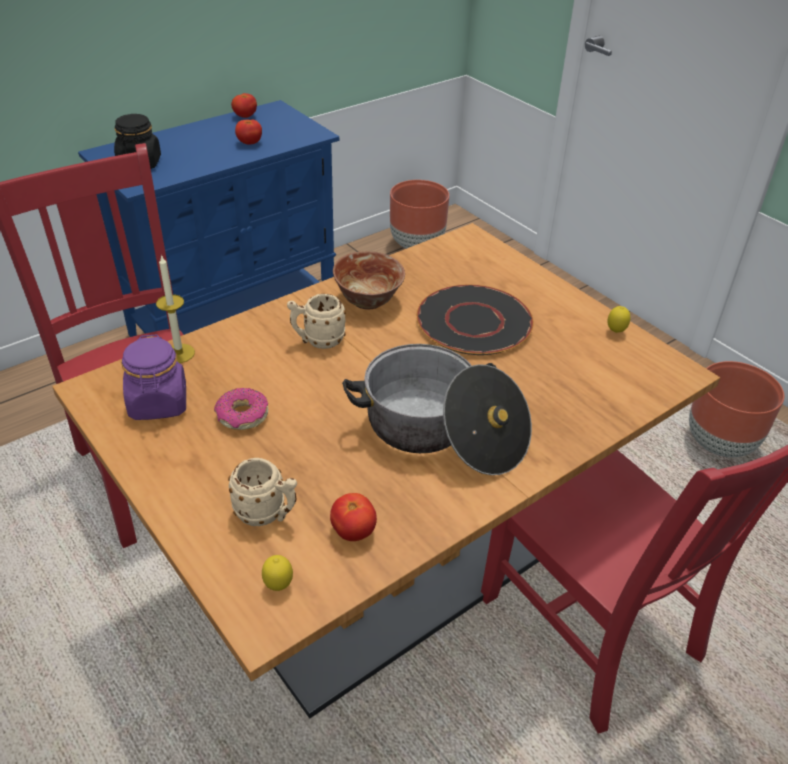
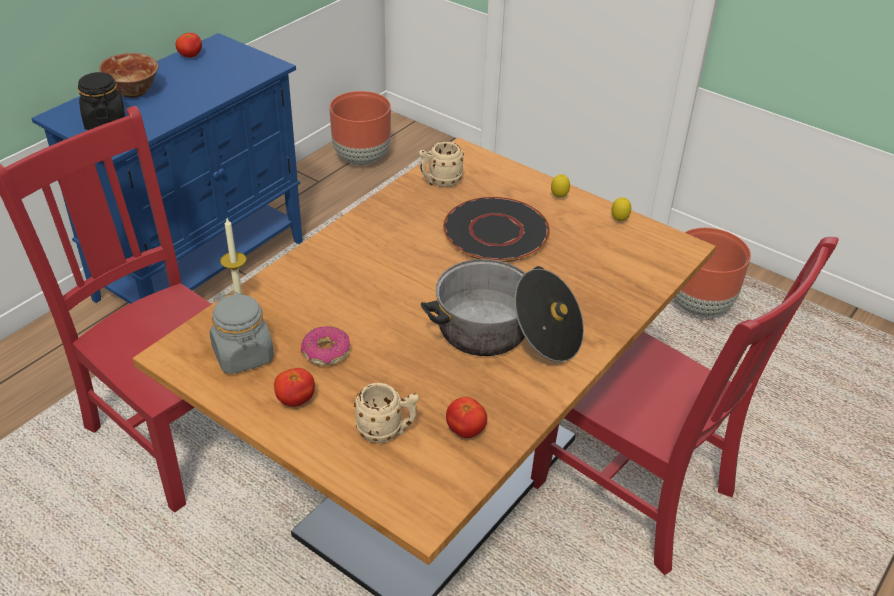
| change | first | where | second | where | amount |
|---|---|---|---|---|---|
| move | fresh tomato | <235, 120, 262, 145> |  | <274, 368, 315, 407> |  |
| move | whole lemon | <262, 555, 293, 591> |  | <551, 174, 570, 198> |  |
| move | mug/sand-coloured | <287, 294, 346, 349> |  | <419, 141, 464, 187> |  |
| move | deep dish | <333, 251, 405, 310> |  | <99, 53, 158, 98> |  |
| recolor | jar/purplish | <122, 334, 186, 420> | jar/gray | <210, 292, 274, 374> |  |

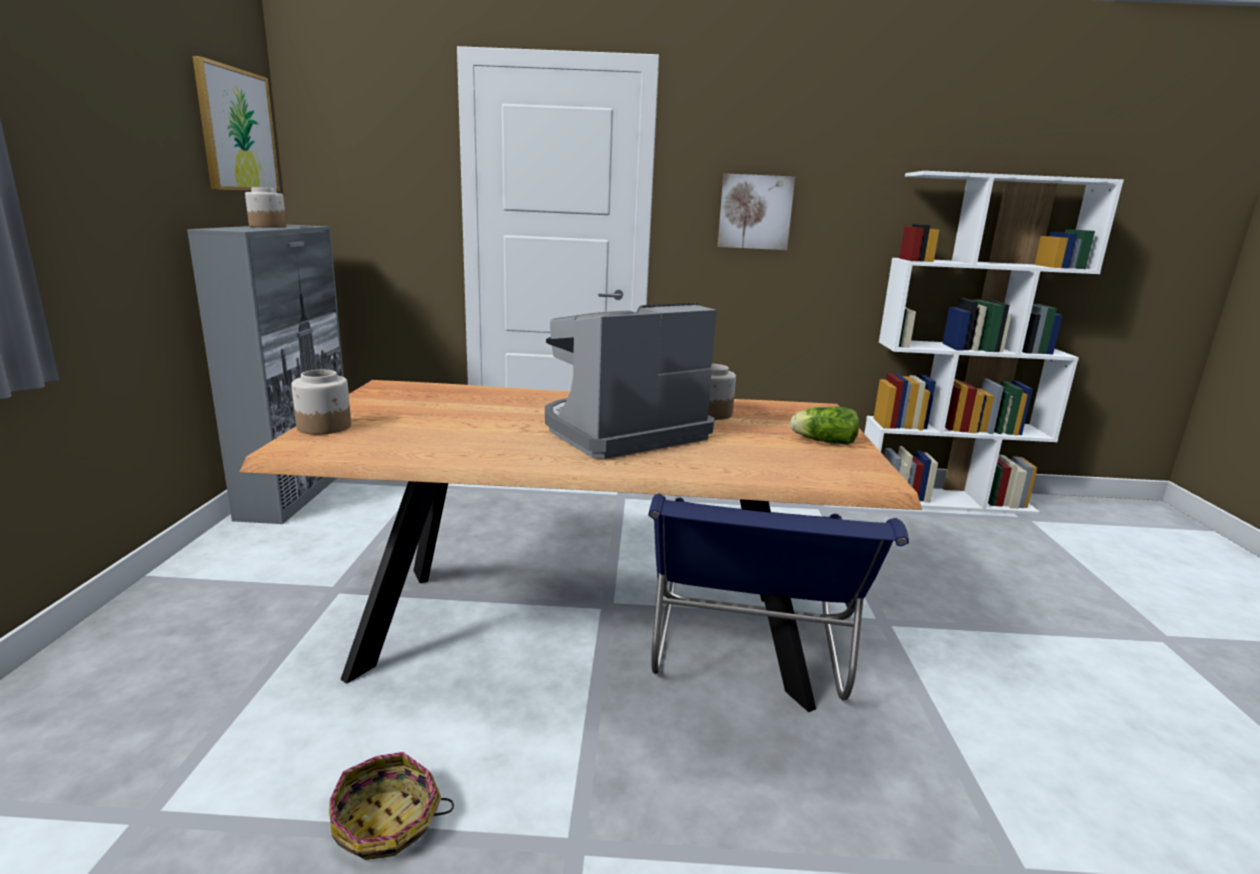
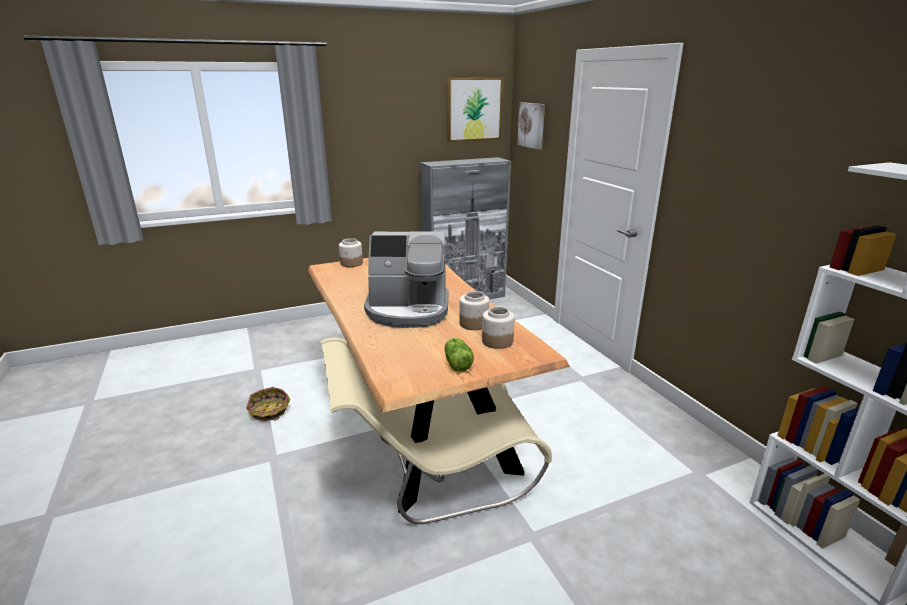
| change | first | where | second | where | amount |
|---|---|---|---|---|---|
| move | jar | <245, 187, 286, 228> |  | <482, 306, 515, 349> |  |
| move | wall art | <718, 173, 795, 250> |  | <517, 102, 545, 150> |  |
| recolor | plain chair/blue-coloured | <648, 493, 909, 700> | plain chair/sand-coloured | <320, 337, 552, 524> |  |
| rotate | coffee brewer | <545, 303, 717, 459> |  | <364, 232, 448, 328> | 150 degrees clockwise |

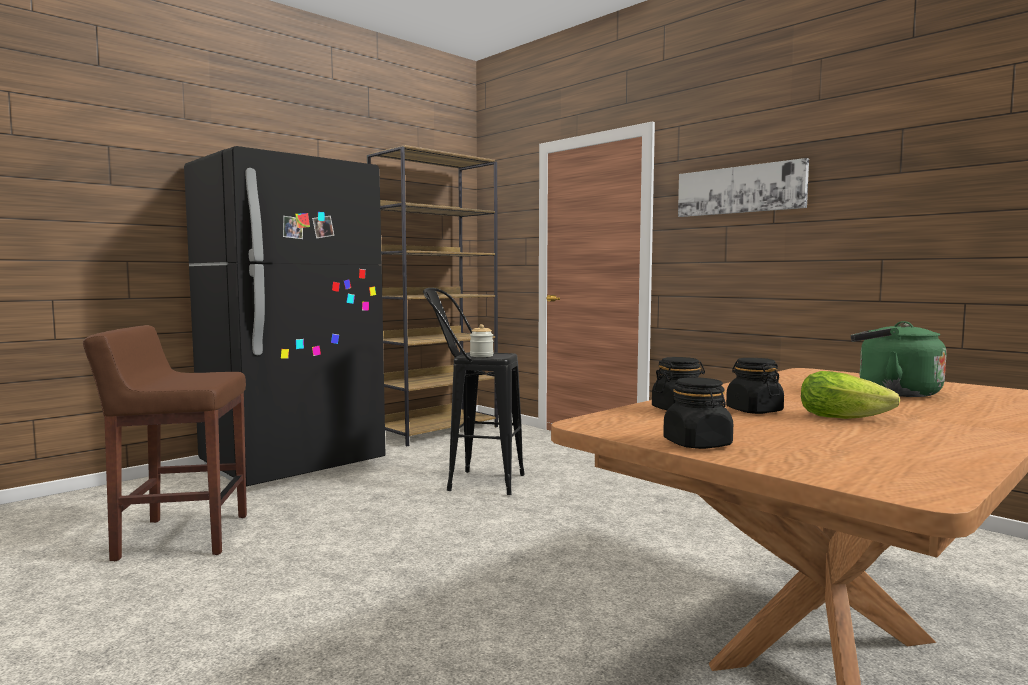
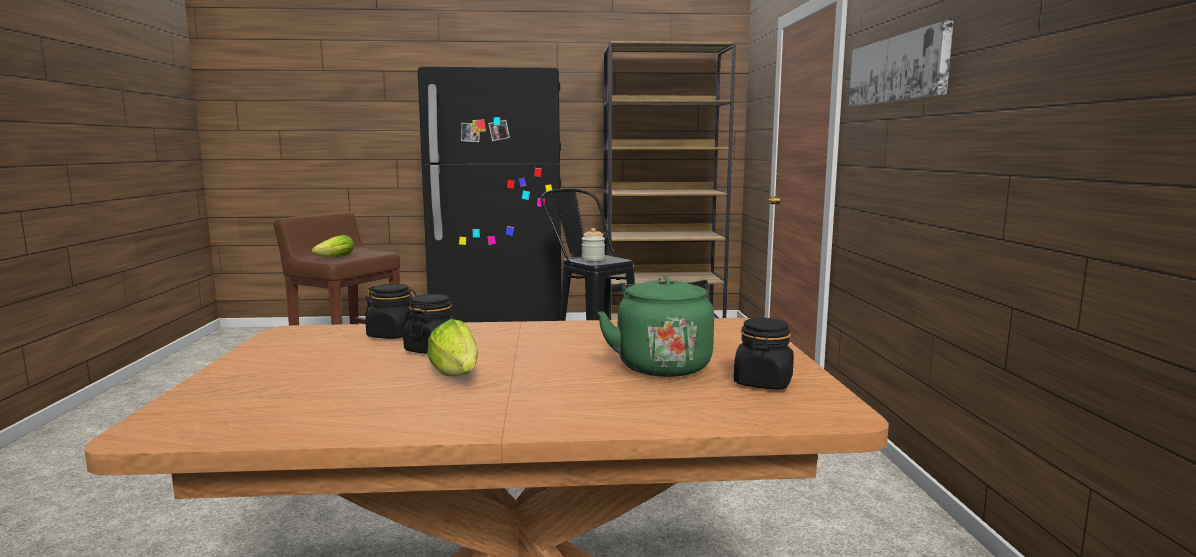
| change | first | where | second | where | amount |
|---|---|---|---|---|---|
| insert |  |  | lettuce | <312, 235, 354, 257> |  |
| move | jar/black-coloured | <663, 377, 733, 449> |  | <734, 318, 794, 389> |  |

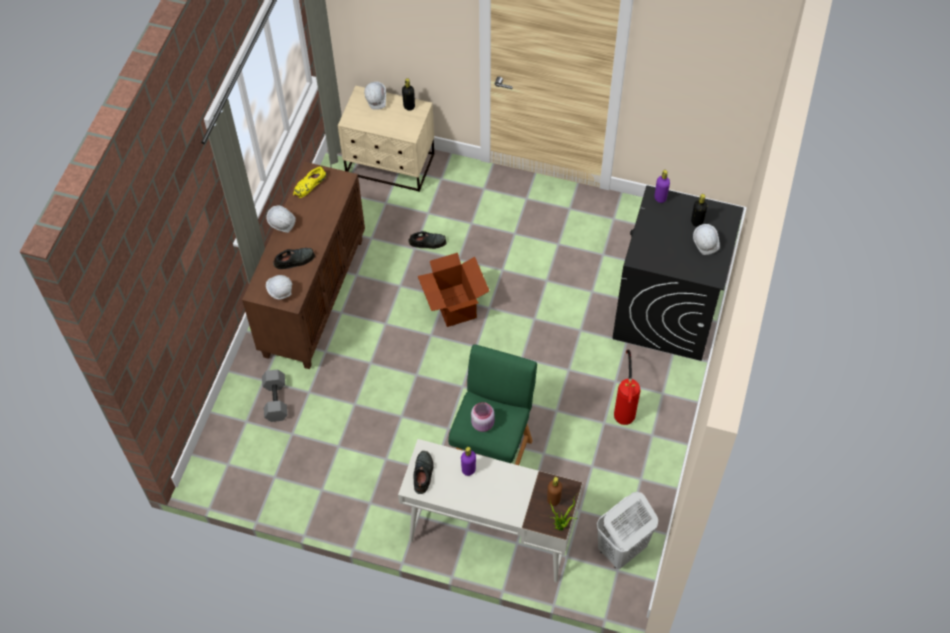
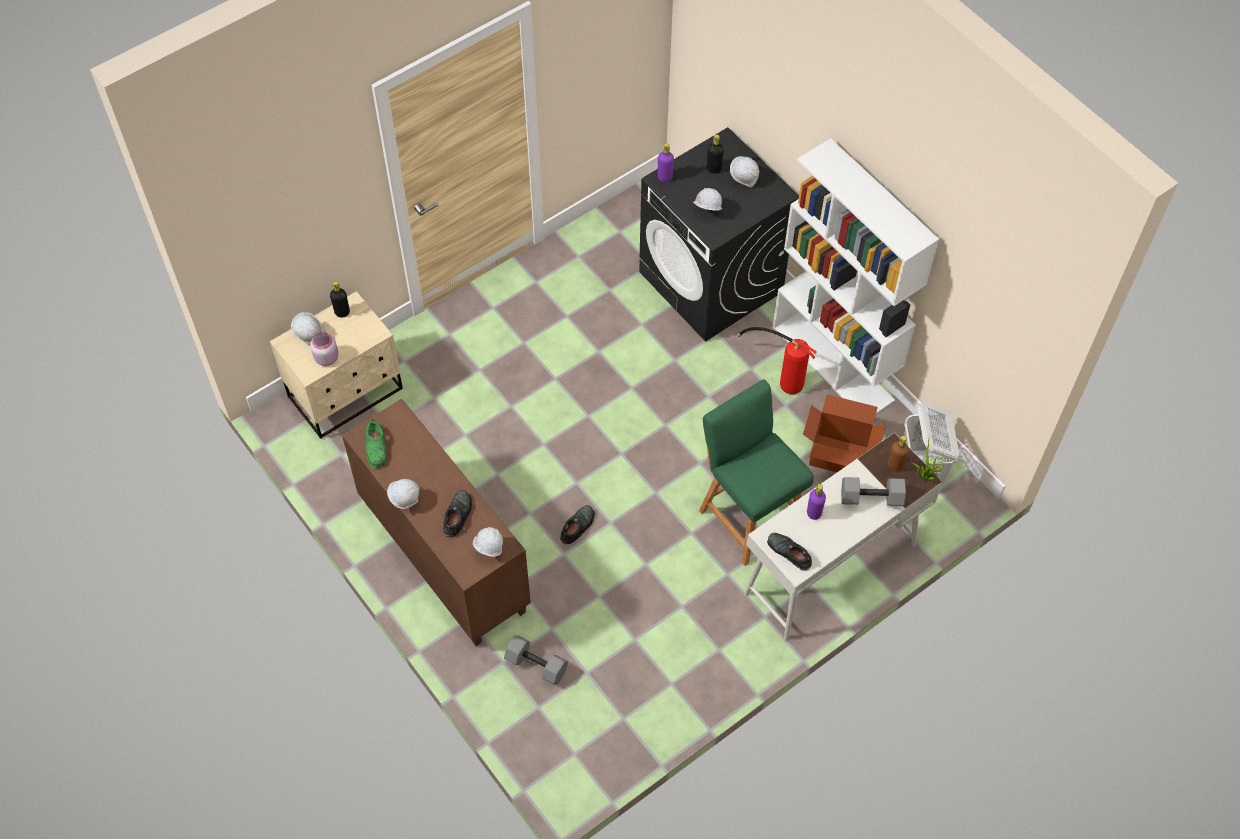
| change | first | where | second | where | amount |
|---|---|---|---|---|---|
| insert |  |  | work helmet/white-coloured | <692, 188, 722, 211> |  |
| insert |  |  | bookcase/white-coloured | <773, 138, 939, 414> |  |
| insert |  |  | dumbbell/gray | <841, 477, 906, 506> |  |
| move | shoe/black-coloured | <408, 231, 447, 249> |  | <560, 505, 595, 544> |  |
| move | cardboard box | <418, 253, 489, 327> |  | <803, 394, 886, 472> |  |
| move | jar/pink | <471, 402, 494, 432> |  | <310, 332, 338, 366> |  |
| recolor | shoe/yellow-coloured | <293, 166, 327, 198> | shoe/green | <366, 420, 386, 470> |  |

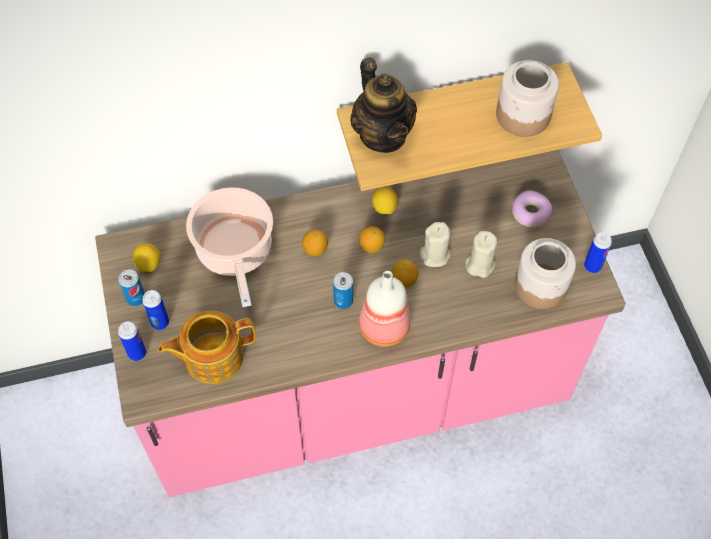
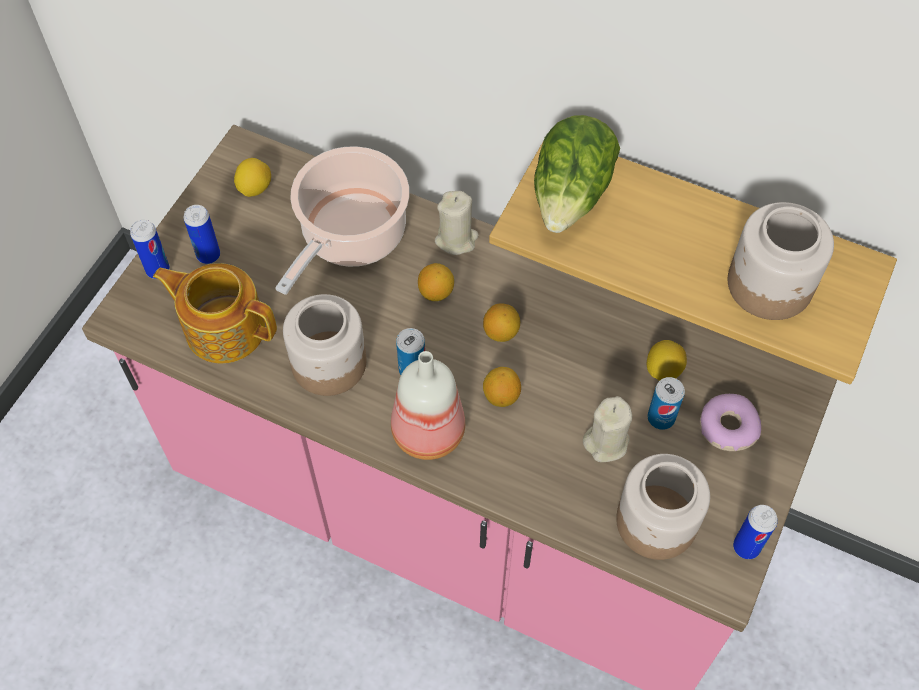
| change | first | where | second | where | amount |
|---|---|---|---|---|---|
| insert |  |  | jar | <283, 294, 366, 396> |  |
| move | sealed can | <118, 269, 145, 306> |  | <647, 377, 685, 430> |  |
| move | whole lemon | <372, 187, 398, 215> |  | <647, 340, 687, 381> |  |
| move | candle/sand-coloured | <420, 222, 451, 267> |  | <435, 191, 479, 255> |  |
| replace | teapot | <350, 58, 417, 153> | lettuce | <534, 115, 620, 233> |  |

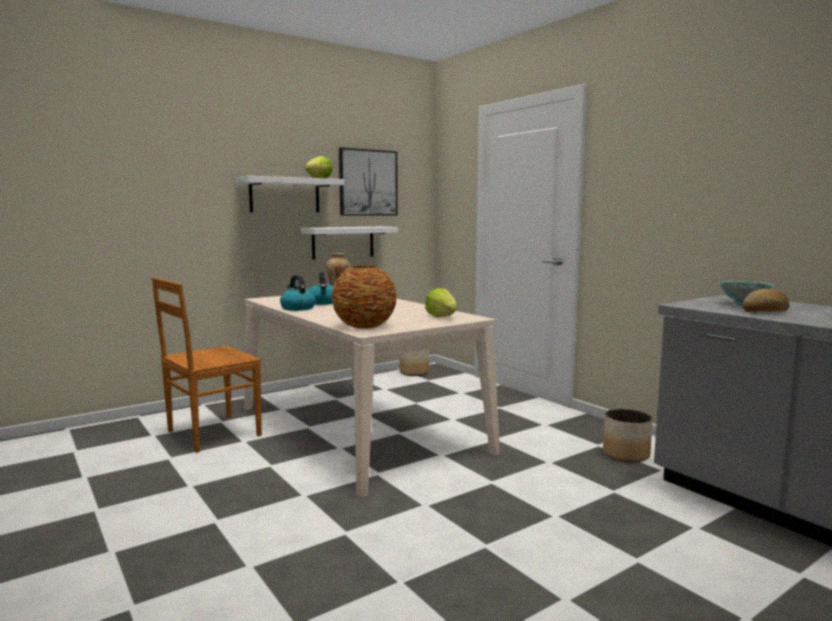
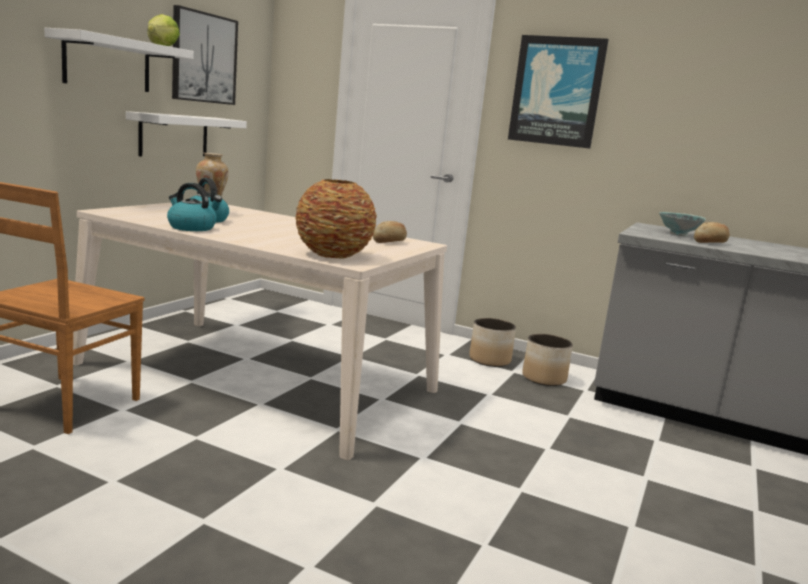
| change | first | where | second | where | amount |
|---|---|---|---|---|---|
| insert |  |  | wall art | <508, 35, 609, 149> |  |
| move | plant pot | <400, 348, 429, 376> |  | <469, 318, 516, 367> |  |
| replace | lettuce | <425, 288, 457, 317> | bakery bread | <373, 221, 407, 243> |  |

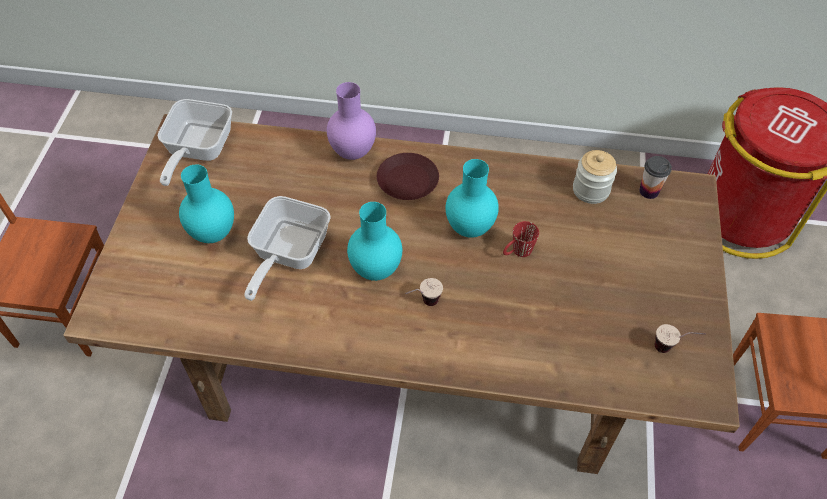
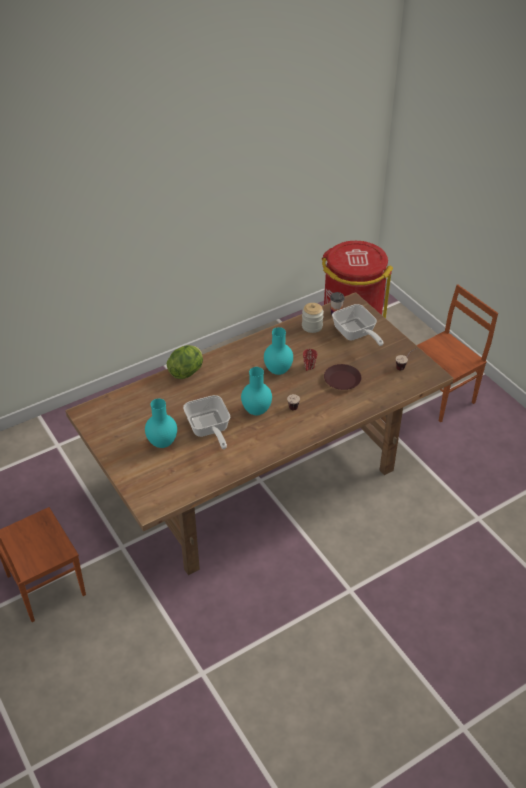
| change | first | where | second | where | amount |
|---|---|---|---|---|---|
| move | frying pan | <158, 99, 232, 186> |  | <332, 304, 384, 346> |  |
| move | dinner plate/brown | <377, 153, 439, 200> |  | <324, 364, 362, 390> |  |
| replace | decorative vase/purplish | <327, 82, 376, 160> | lettuce | <167, 345, 203, 379> |  |

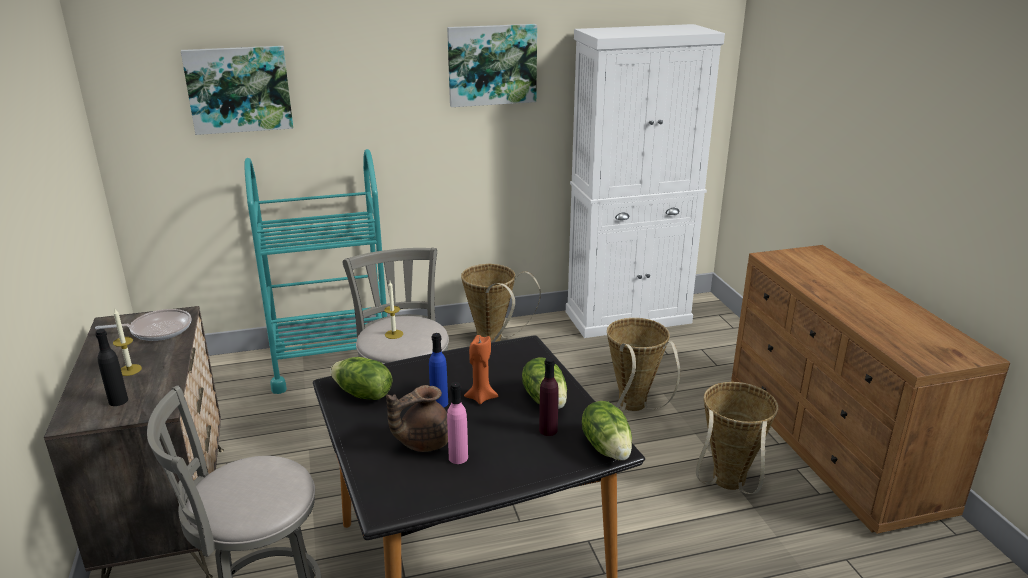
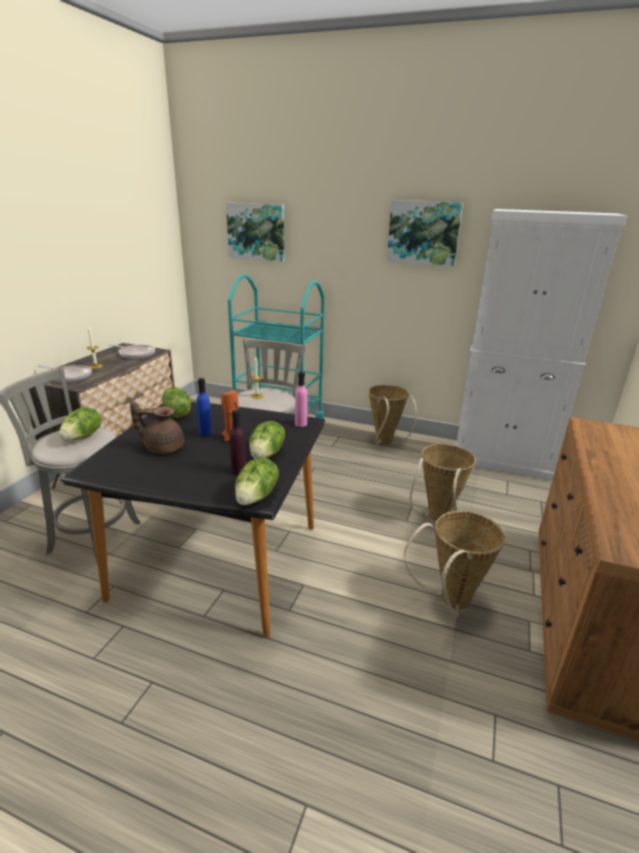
| change | first | where | second | where | amount |
|---|---|---|---|---|---|
| insert |  |  | lettuce | <59, 407, 102, 441> |  |
| move | beverage bottle/pink | <447, 382, 468, 464> |  | <295, 372, 308, 427> |  |
| replace | beverage bottle/black-coloured | <95, 329, 128, 406> | frying pan | <38, 365, 92, 383> |  |

